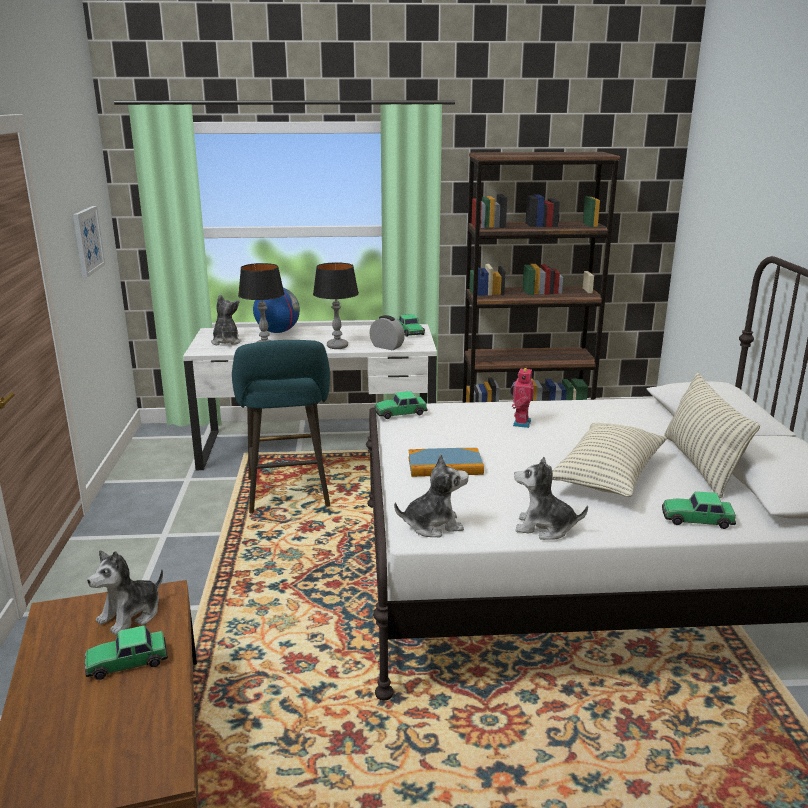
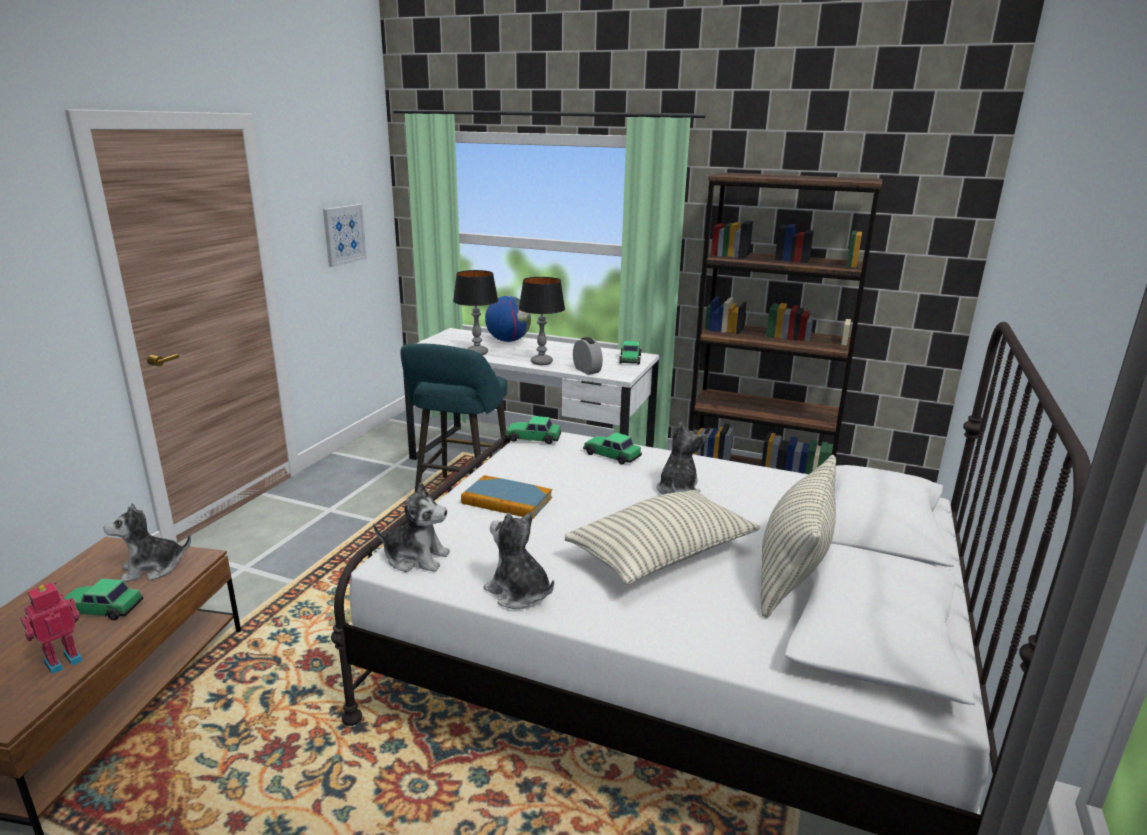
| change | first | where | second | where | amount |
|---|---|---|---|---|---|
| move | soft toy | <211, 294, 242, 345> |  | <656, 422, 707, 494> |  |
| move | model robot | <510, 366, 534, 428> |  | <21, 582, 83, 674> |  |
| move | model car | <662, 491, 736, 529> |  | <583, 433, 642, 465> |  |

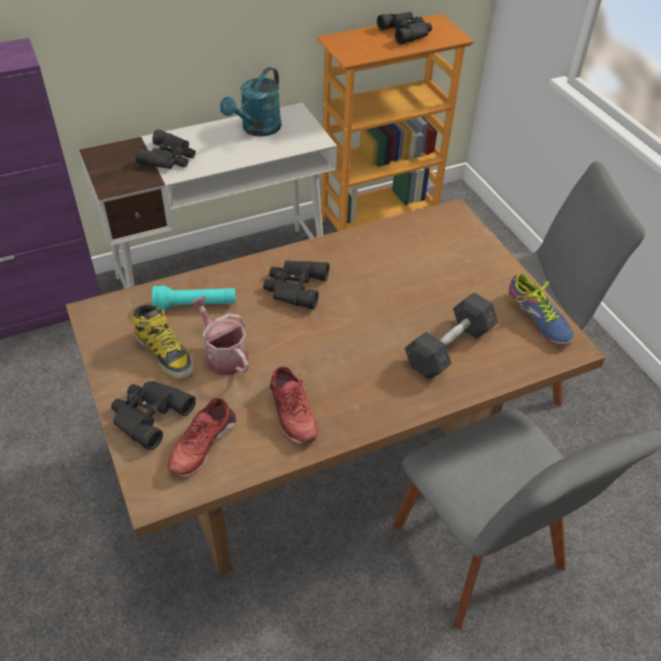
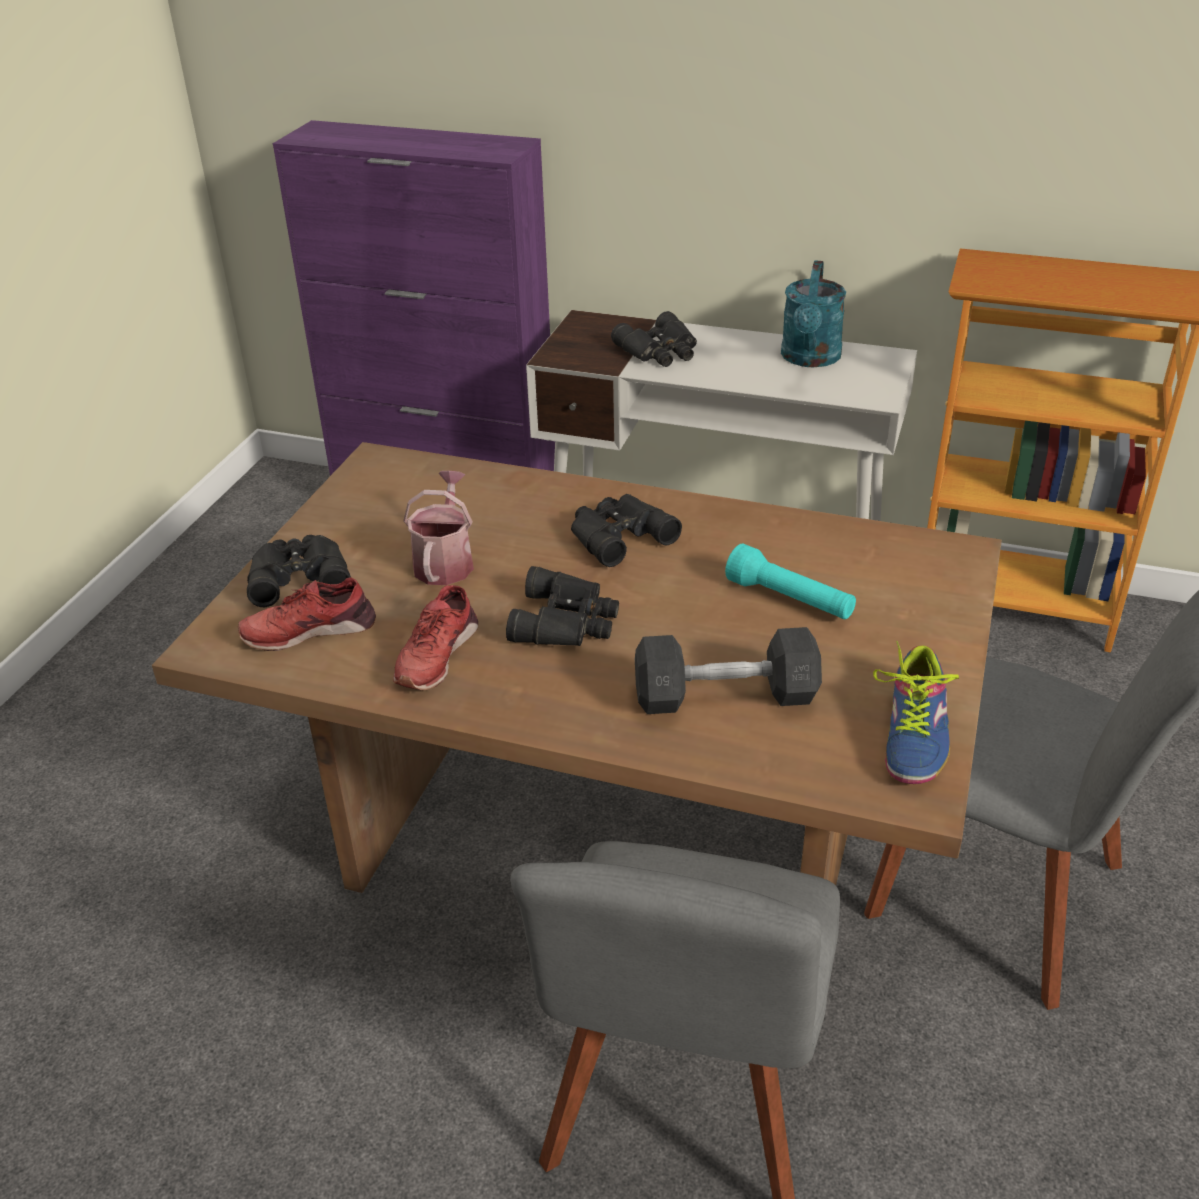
| change | first | where | second | where | amount |
|---|---|---|---|---|---|
| delete | high-top boot | <131, 305, 194, 379> |  |  |  |
| move | torch/blue-green | <152, 286, 236, 310> |  | <725, 544, 856, 619> |  |
| move | field glasses/black-coloured | <377, 12, 432, 45> |  | <506, 566, 619, 646> |  |
| rotate | watering pot/blue-green | <220, 67, 281, 137> |  | <781, 260, 846, 367> | 60 degrees counterclockwise |

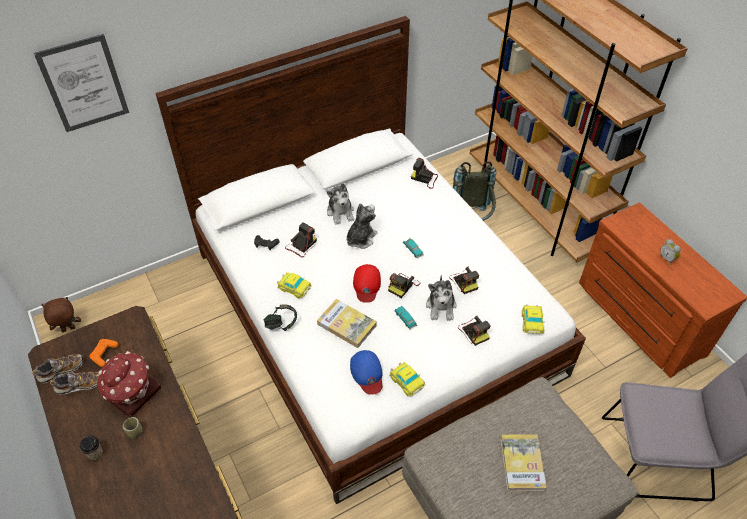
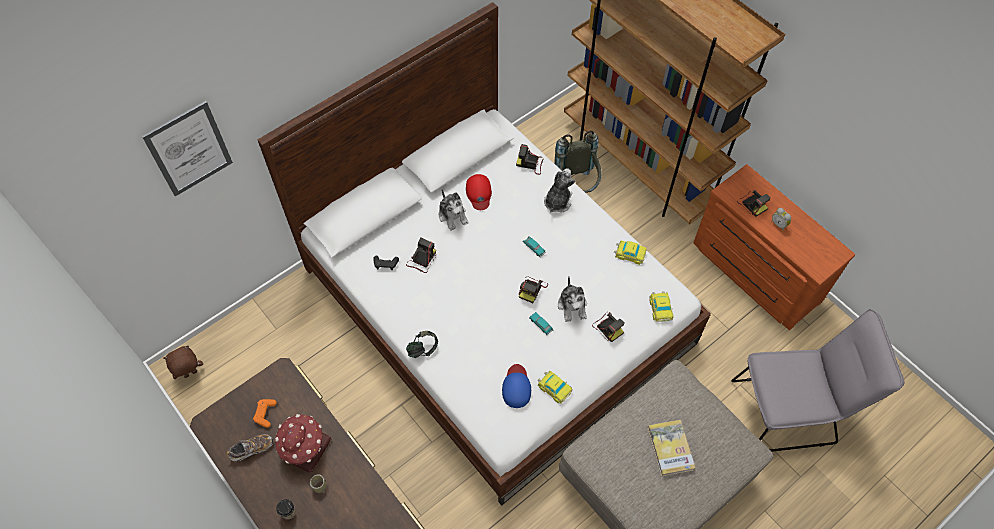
| change | first | where | second | where | amount |
|---|---|---|---|---|---|
| delete | shoe | <32, 354, 83, 384> |  |  |  |
| delete | volume | <317, 299, 377, 348> |  |  |  |
| move | model car | <277, 272, 311, 299> |  | <614, 240, 647, 265> |  |
| move | soft toy | <346, 203, 377, 249> |  | <544, 168, 576, 213> |  |
| move | cap/red | <353, 264, 381, 303> |  | <466, 174, 492, 210> |  |
| move | still camera | <449, 267, 479, 294> |  | <737, 190, 771, 217> |  |
| rotate | cap/blue-coloured | <350, 350, 383, 395> |  | <502, 364, 531, 408> | 150 degrees counterclockwise |

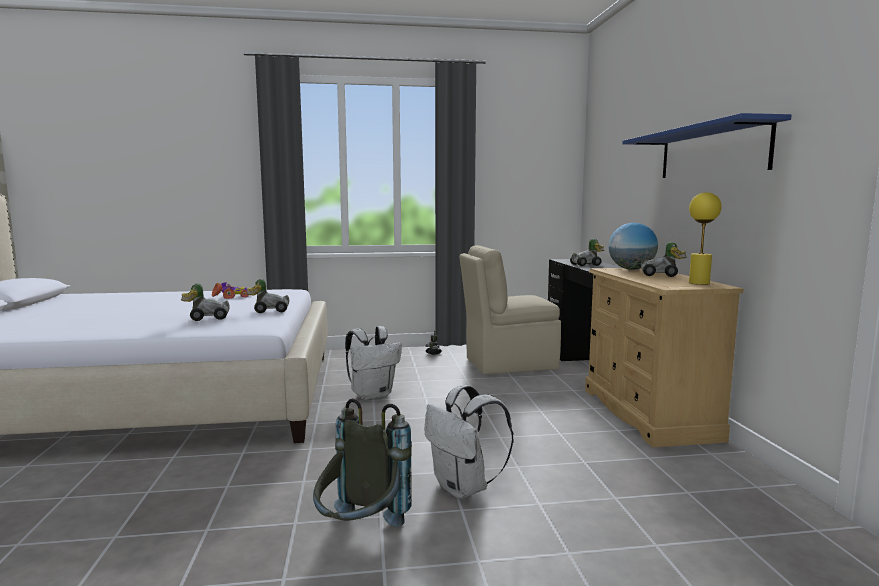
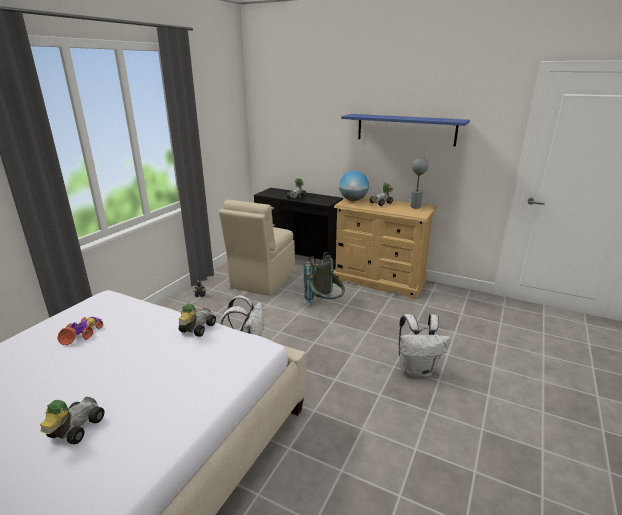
| change | first | where | second | where | amount |
|---|---|---|---|---|---|
| move | model car | <181, 283, 230, 321> |  | <40, 397, 105, 444> |  |
| move | knapsack/gray | <313, 398, 412, 527> |  | <303, 252, 345, 305> |  |
| recolor | tabletop lamp/yellow-coloured | <689, 192, 722, 285> | tabletop lamp/gray | <410, 157, 428, 209> |  |

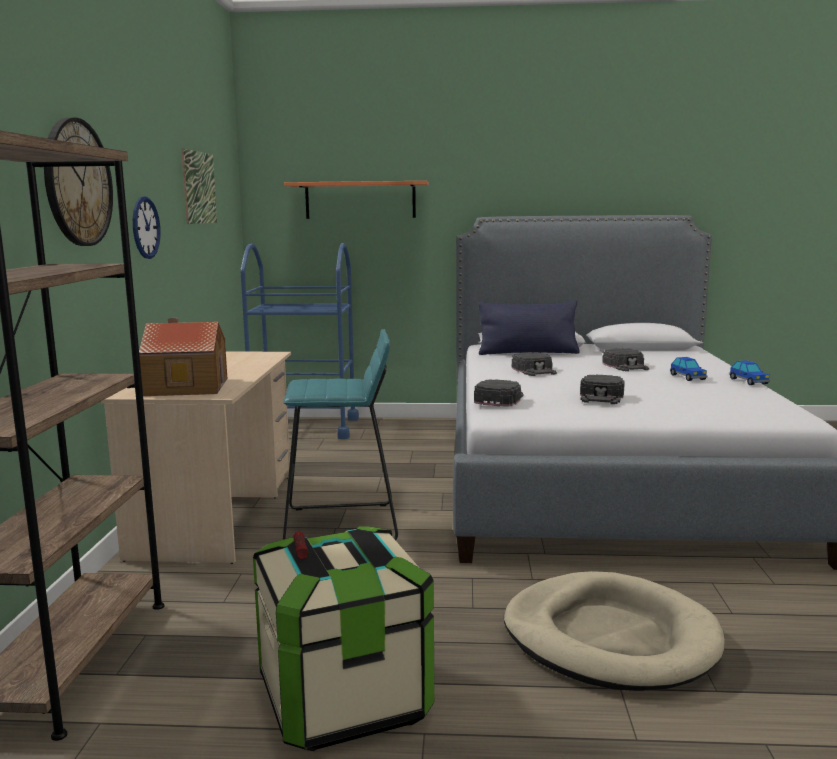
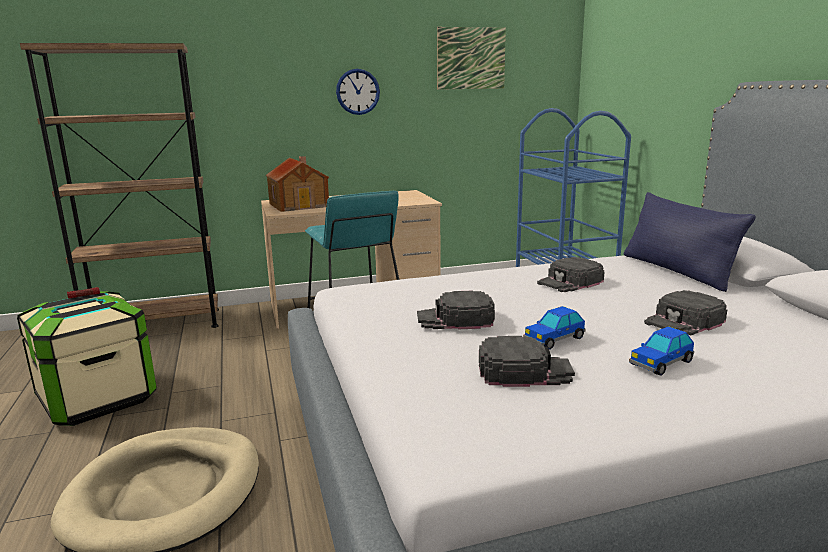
| change | first | where | second | where | amount |
|---|---|---|---|---|---|
| delete | wall clock | <44, 117, 113, 246> |  |  |  |
| delete | wall shelf/orange | <284, 181, 428, 219> |  |  |  |
| move | cap/black-coloured | <474, 379, 523, 407> |  | <479, 336, 575, 387> |  |
| move | model car | <729, 360, 770, 385> |  | <523, 306, 586, 350> |  |

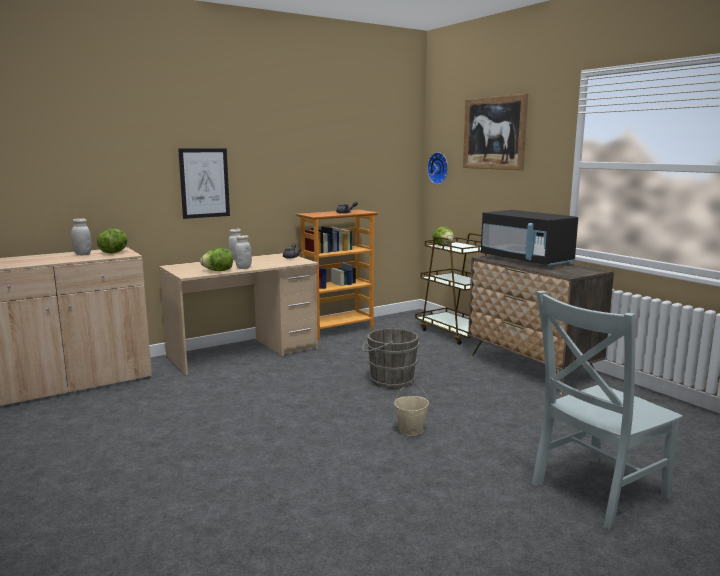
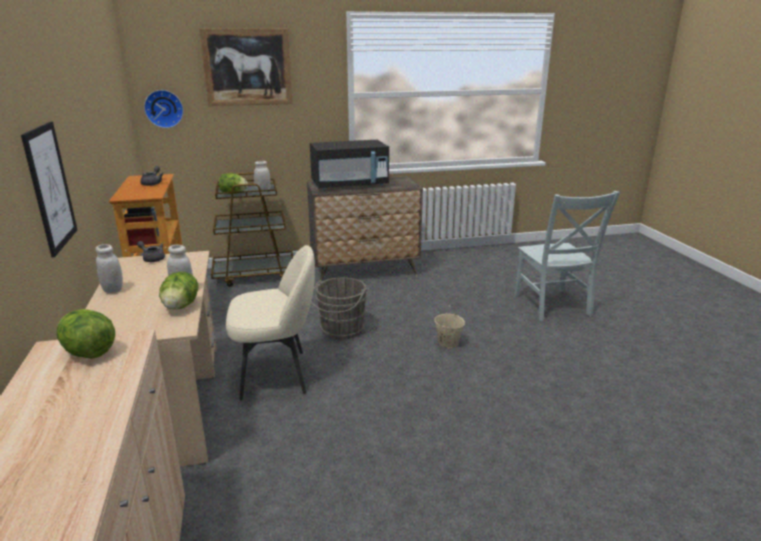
| change | first | where | second | where | amount |
|---|---|---|---|---|---|
| insert |  |  | plain chair/sand-coloured | <226, 245, 315, 400> |  |
| move | jar/white-coloured | <71, 218, 92, 255> |  | <254, 161, 271, 192> |  |

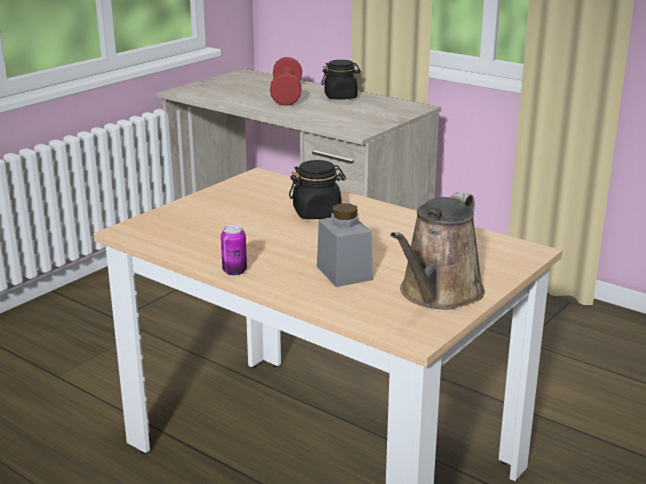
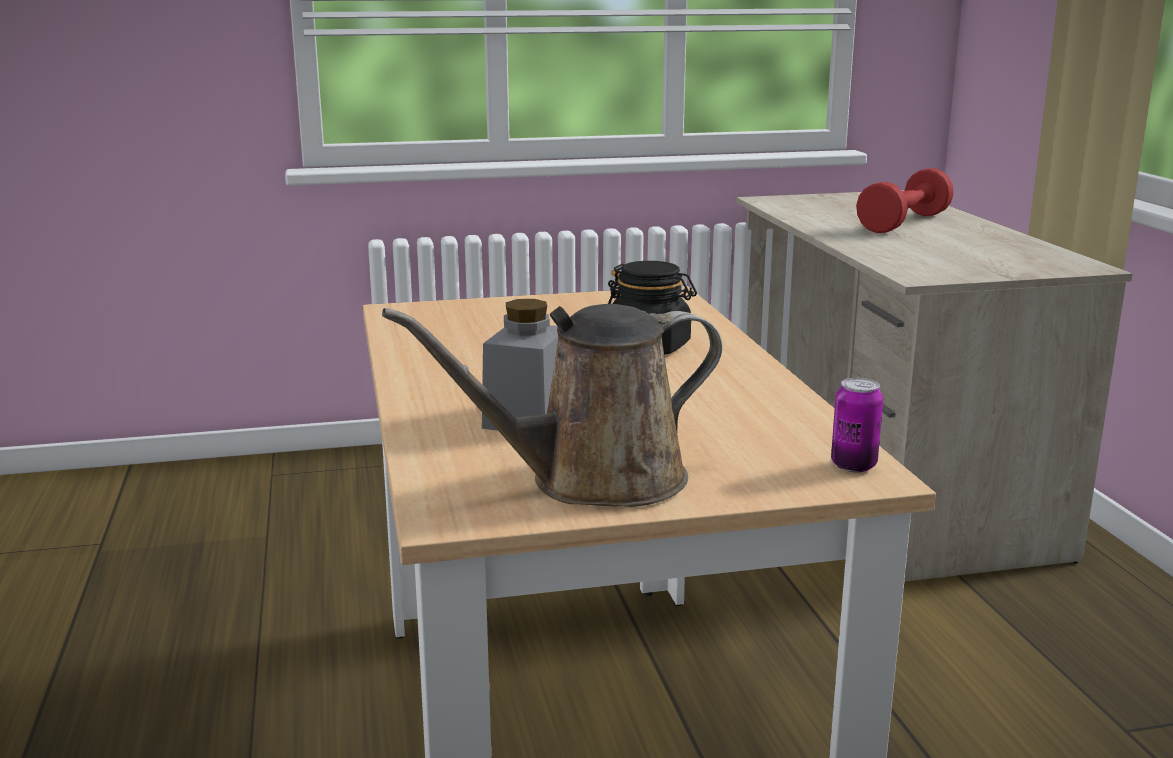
| change | first | where | second | where | amount |
|---|---|---|---|---|---|
| delete | jar/black-coloured | <321, 60, 361, 100> |  |  |  |
| move | sealed can | <221, 225, 247, 275> |  | <831, 378, 883, 472> |  |

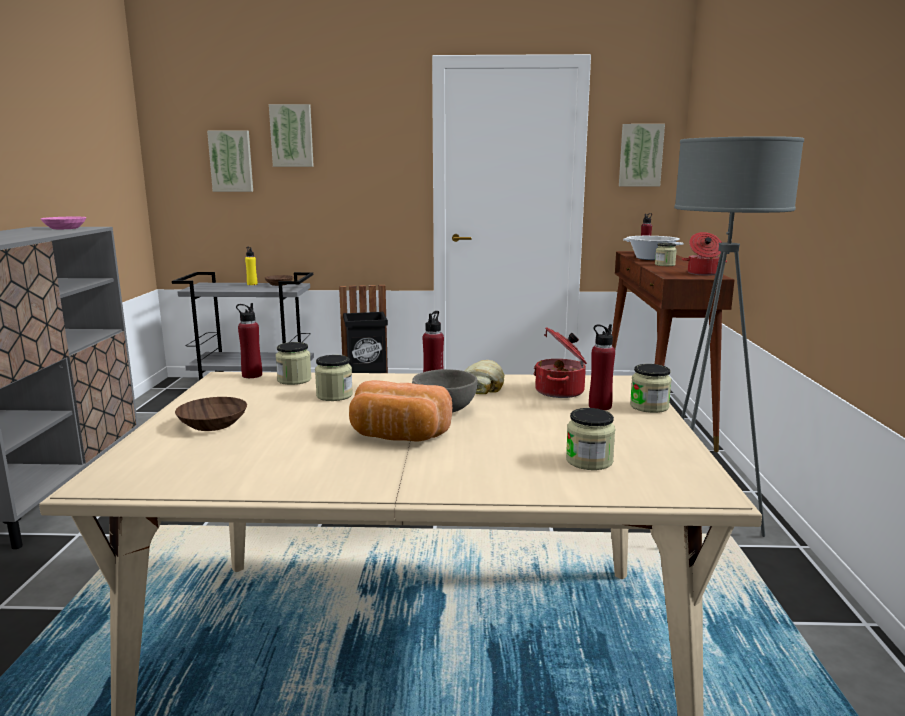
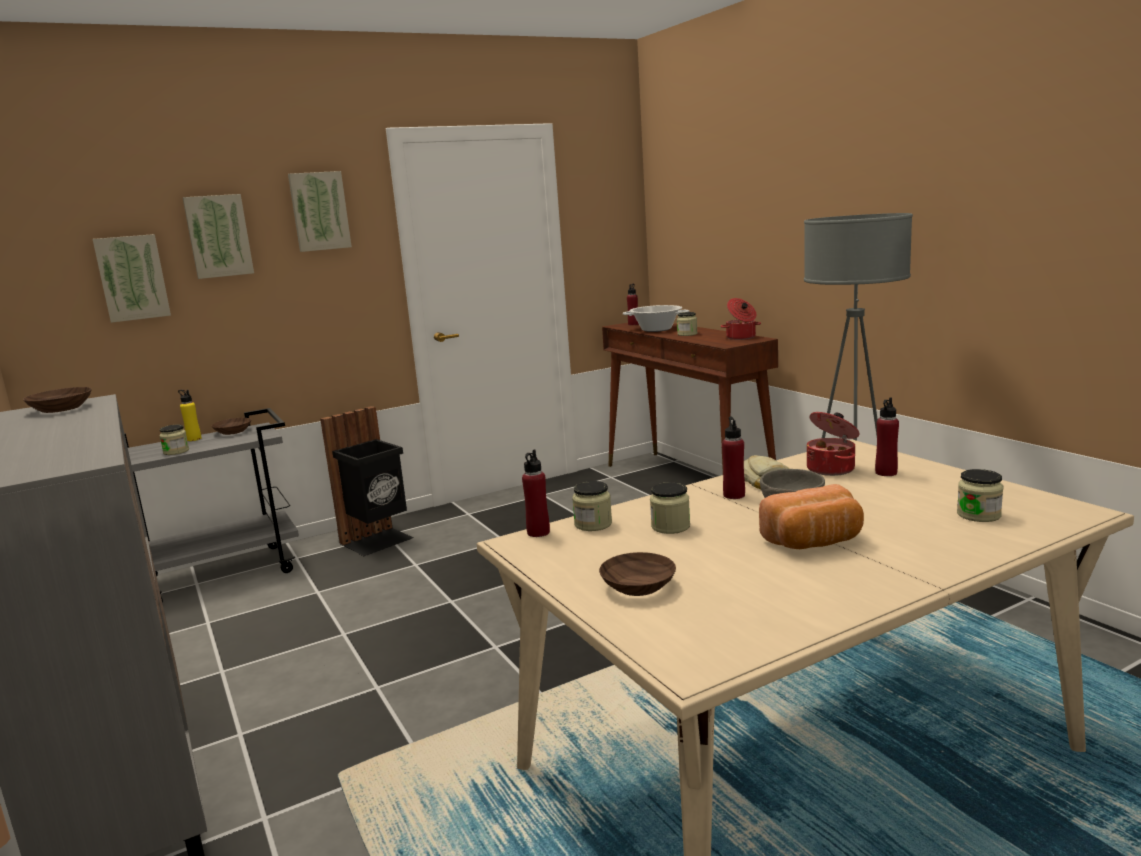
| change | first | where | second | where | amount |
|---|---|---|---|---|---|
| move | wall art | <619, 124, 665, 186> |  | <288, 171, 352, 252> |  |
| move | jar | <630, 364, 672, 413> |  | <160, 424, 189, 455> |  |
| recolor | deep dish/pink | <41, 217, 86, 230> | deep dish/brown | <23, 387, 92, 413> |  |

